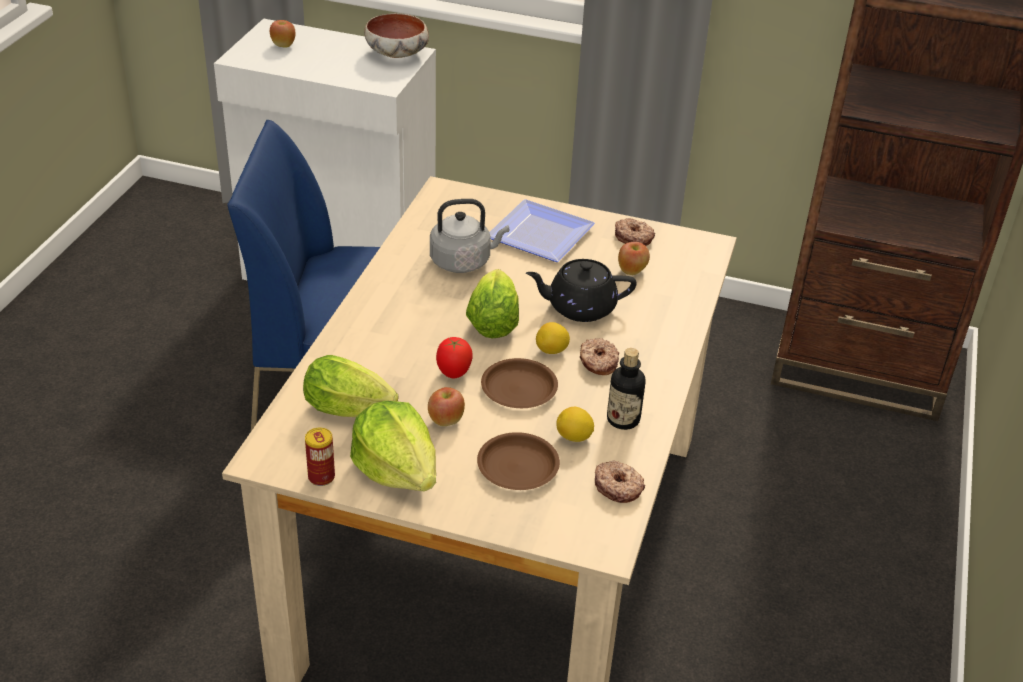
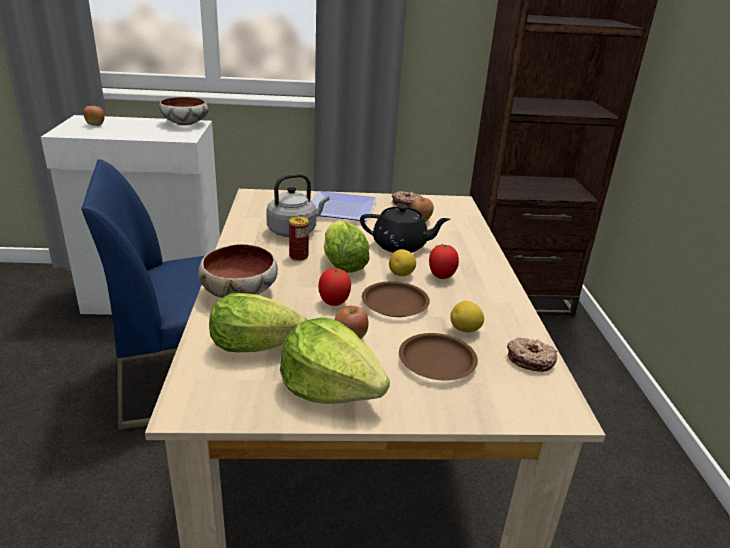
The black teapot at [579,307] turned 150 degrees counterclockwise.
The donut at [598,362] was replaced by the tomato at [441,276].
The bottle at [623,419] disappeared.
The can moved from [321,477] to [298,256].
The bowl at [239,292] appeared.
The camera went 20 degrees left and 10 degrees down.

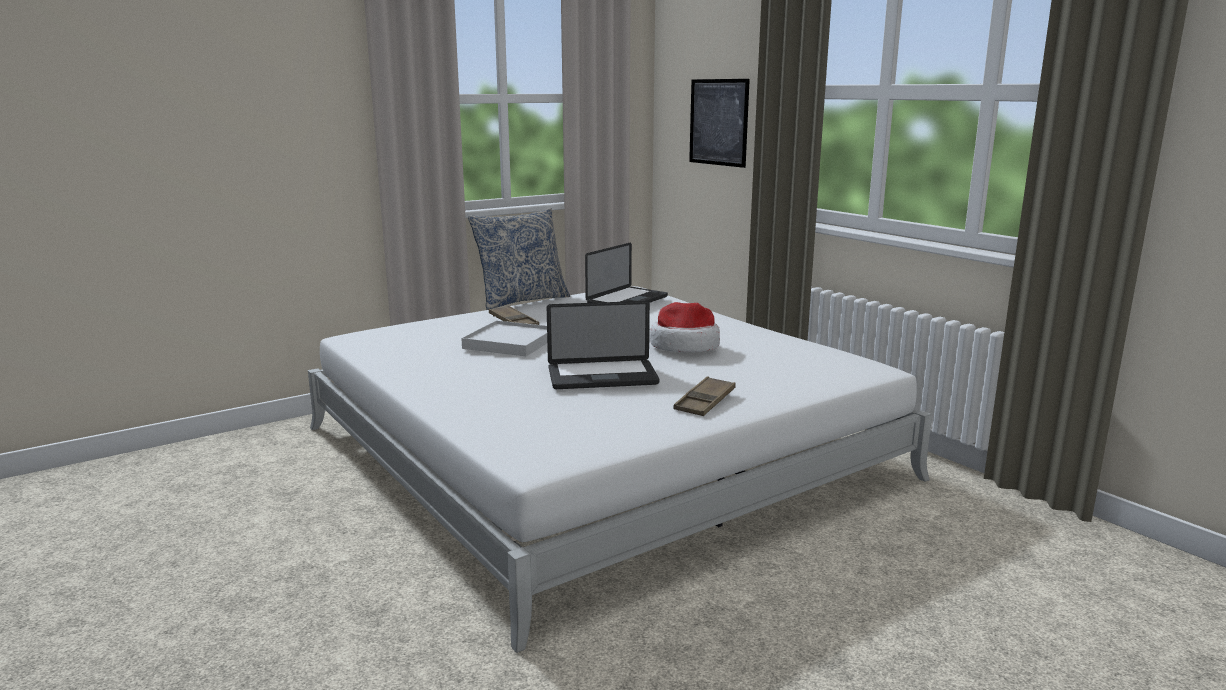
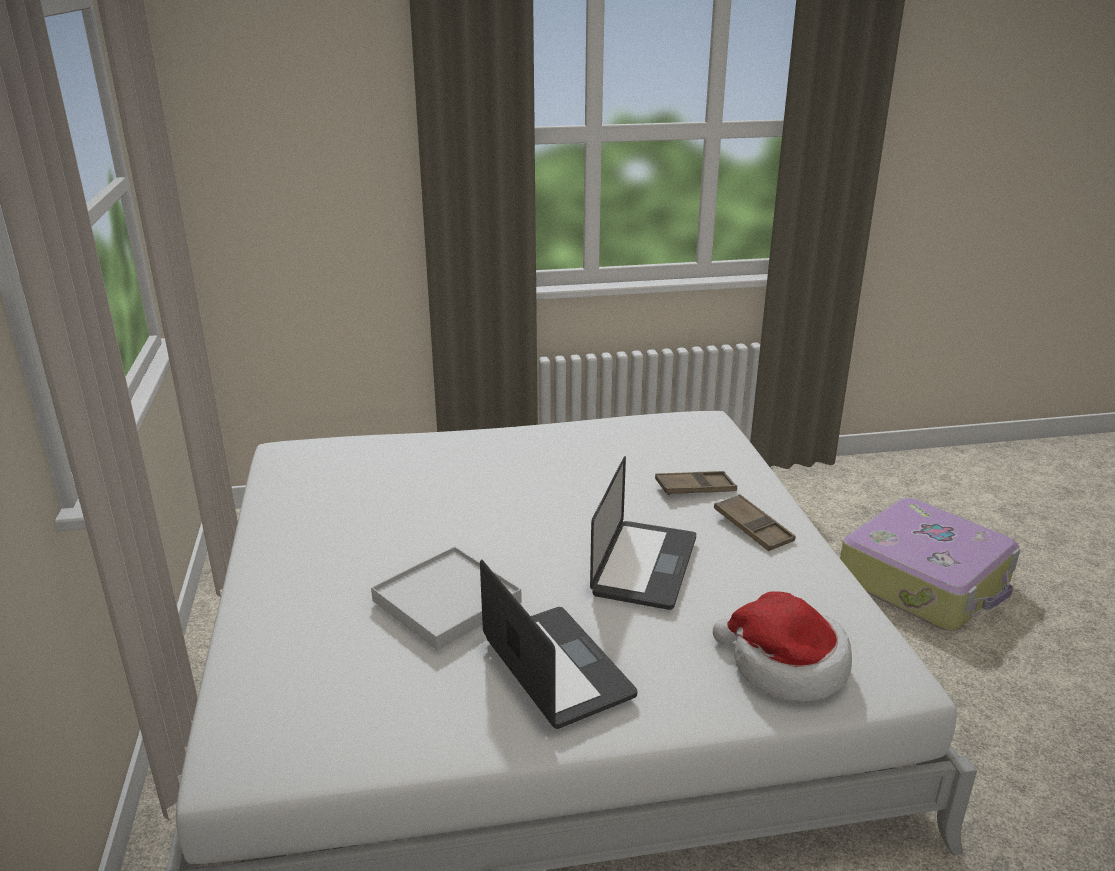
The picture at [718,122] disappeared.
The pillow at [521,300] disappeared.
The laptop moved from [627,300] to [557,668].
The hat moved from [684,346] to [785,666].
The brown tray moved from [513,322] to [695,488].
The suitcase at [925,581] appeared.
The camera went 65 degrees left and 10 degrees up.

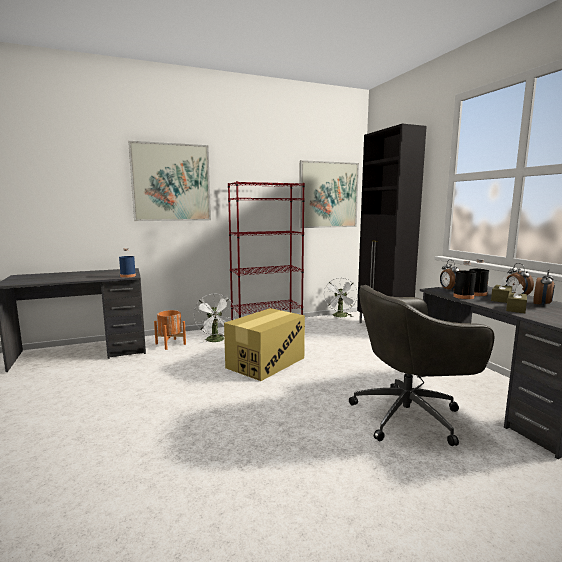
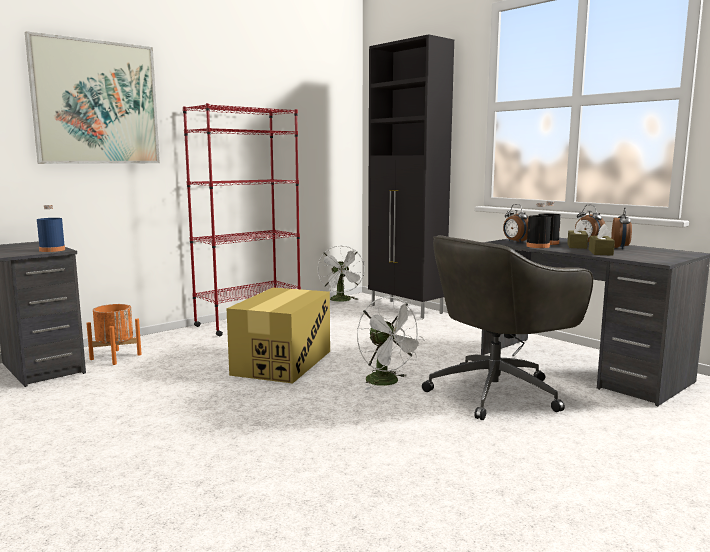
The picture at [328,195] disappeared.
The white fan moved from [216,341] to [388,382].
The camera went 20 degrees left and 0 degrees up.

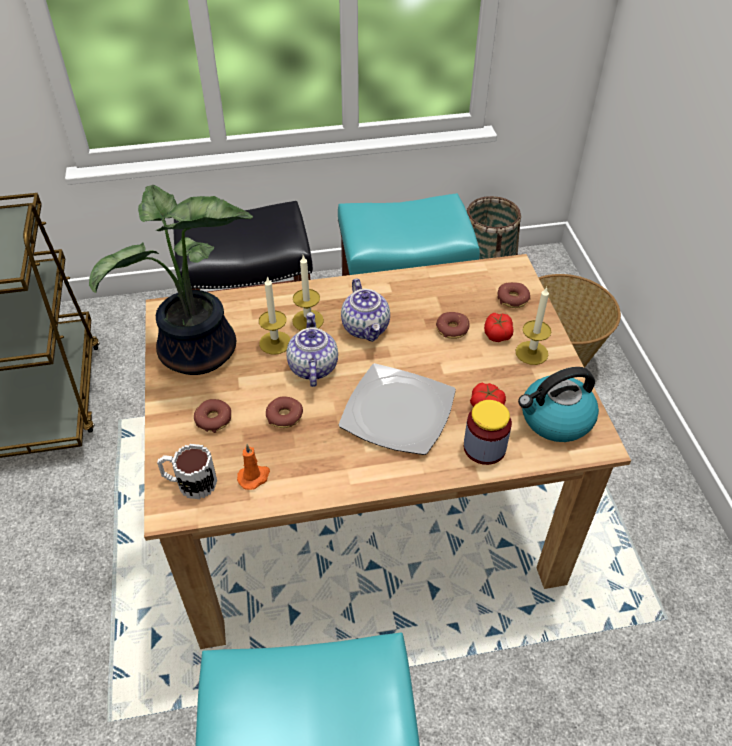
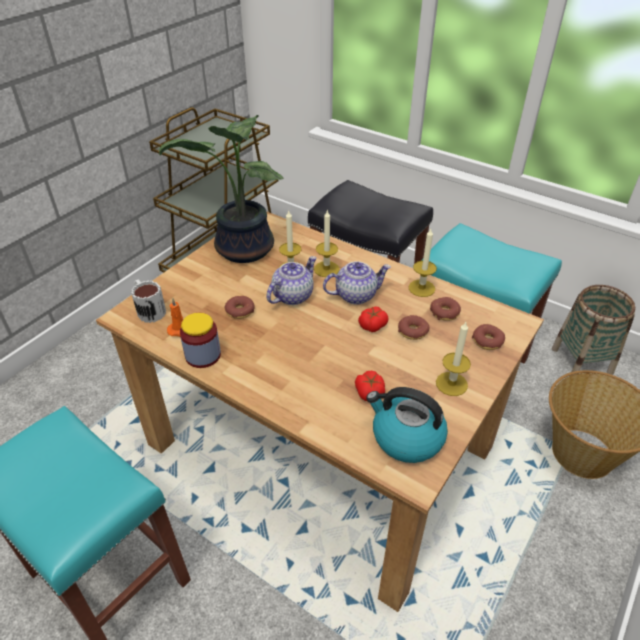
The teapot at [366,328] turned 135 degrees counterclockwise.
The tomato moved from [497,334] to [372,325].
The plate at [398,413] disappeared.
The donut moved from [213,419] to [444,312].
The jar moved from [484,448] to [203,355].
The candle at [421,288] appeared.
The camera went 45 degrees right and 5 degrees down.

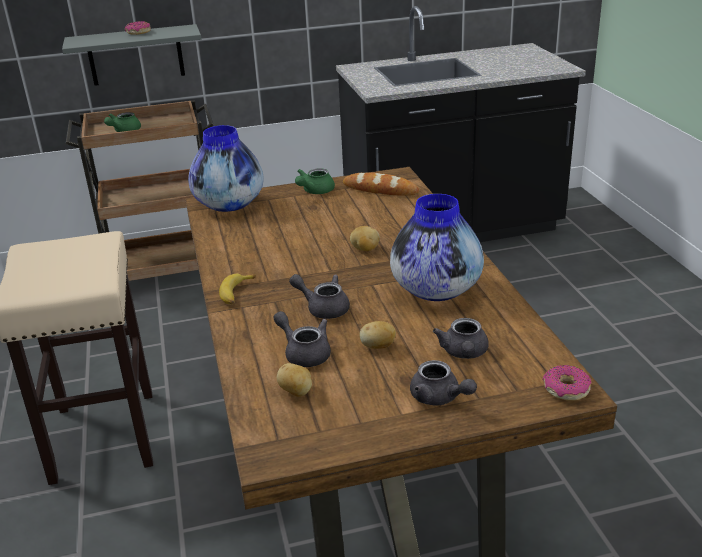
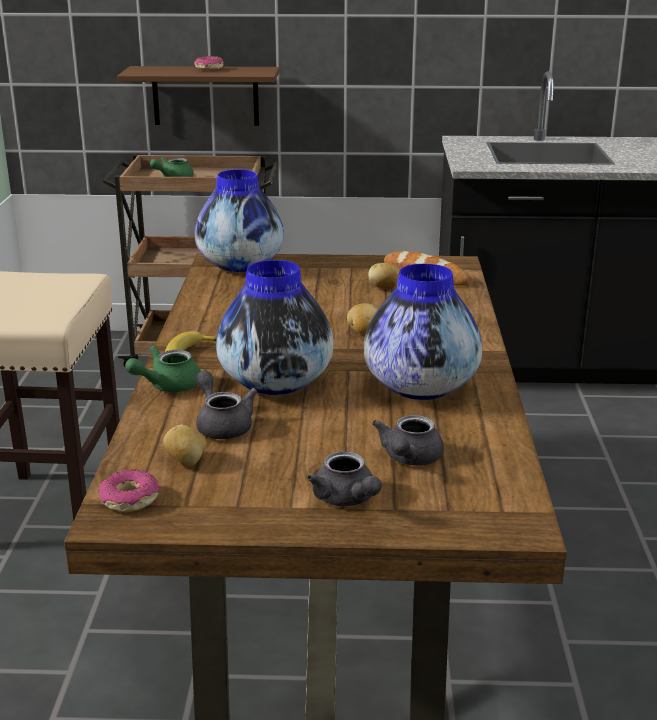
The grey shelf at [135,55] became the brown shelf at [205,96].
The green teapot moved from [314,191] to [167,386].
The grey teapot at [323,308] was replaced by the vase at [275,384].
The potato moved from [378,346] to [384,288].
The donut moved from [566,389] to [129,499].
The camera went 15 degrees right and 5 degrees down.

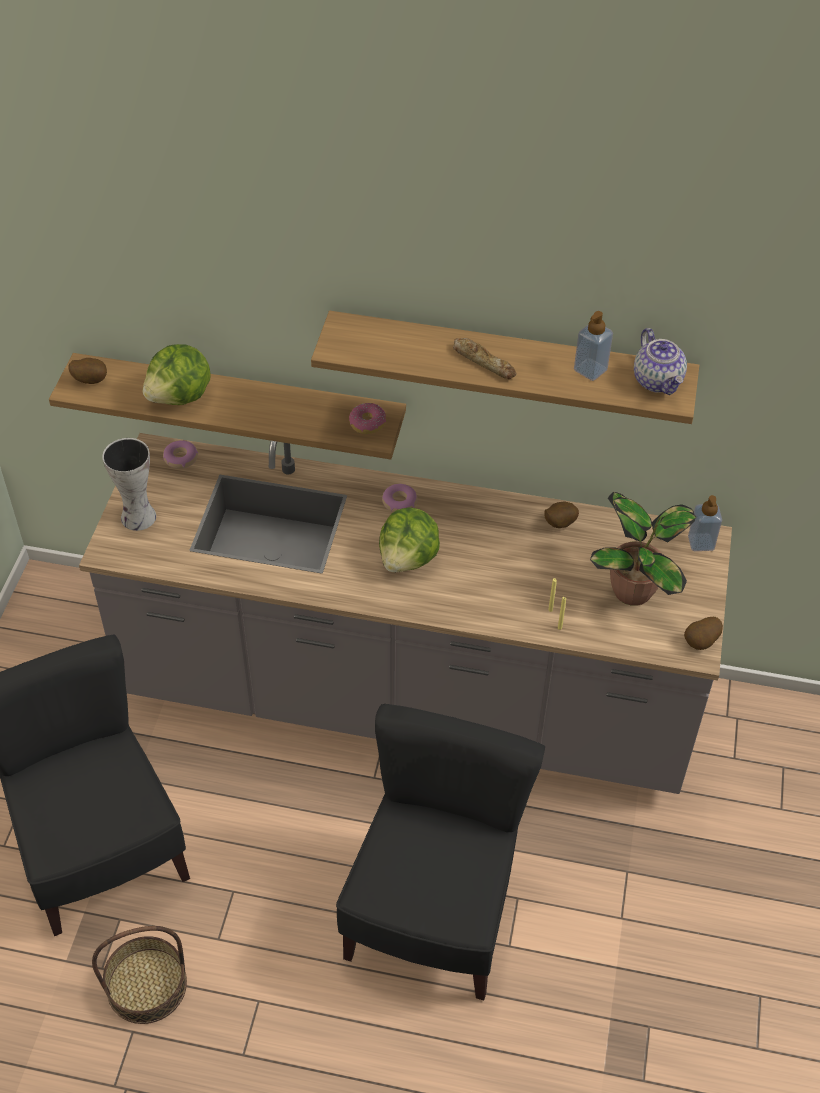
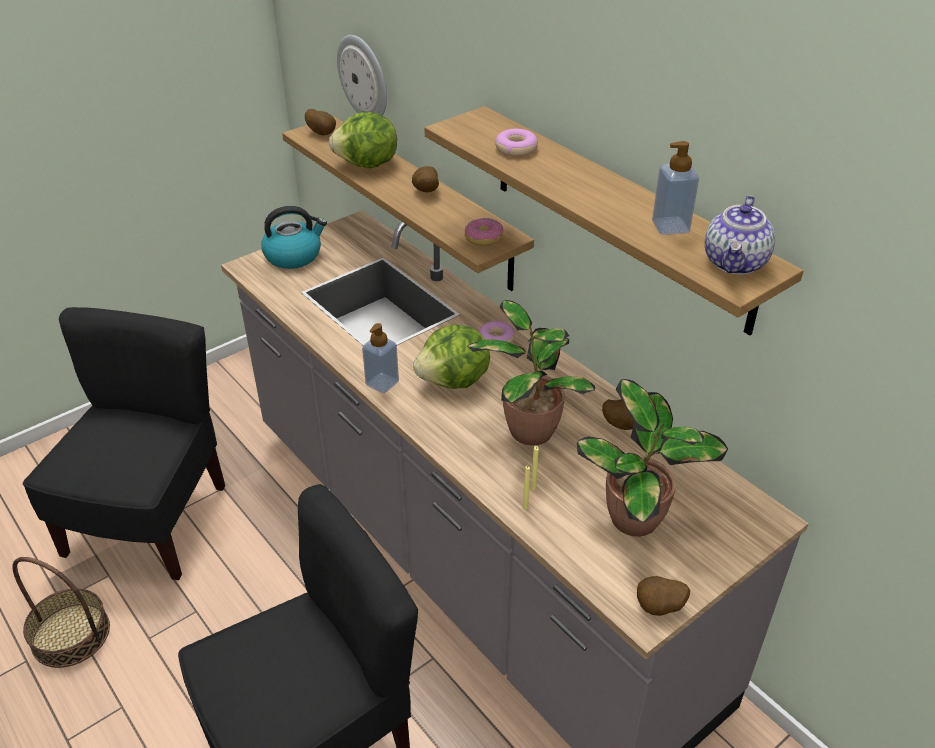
The bread at [484,362] disappeared.
The vase at [136,517] was replaced by the kettle at [294,255].
The donut moved from [180,458] to [516,149].
The soap dispenser moved from [701,542] to [382,383].
The wall clock at [364,78] appeared.
The potato at [425,192] appeared.
The potted plant at [528,429] appeared.
The camera went 40 degrees right and 10 degrees down.

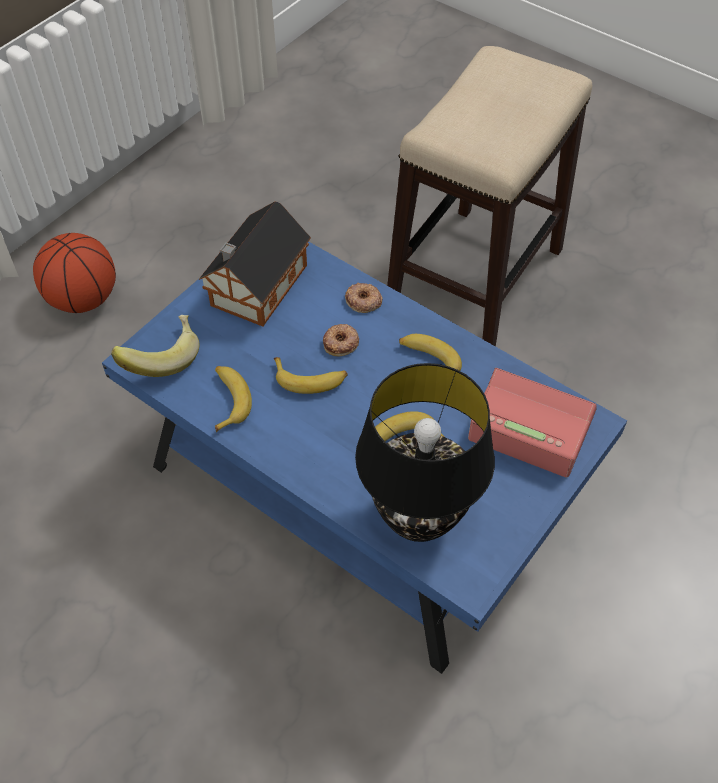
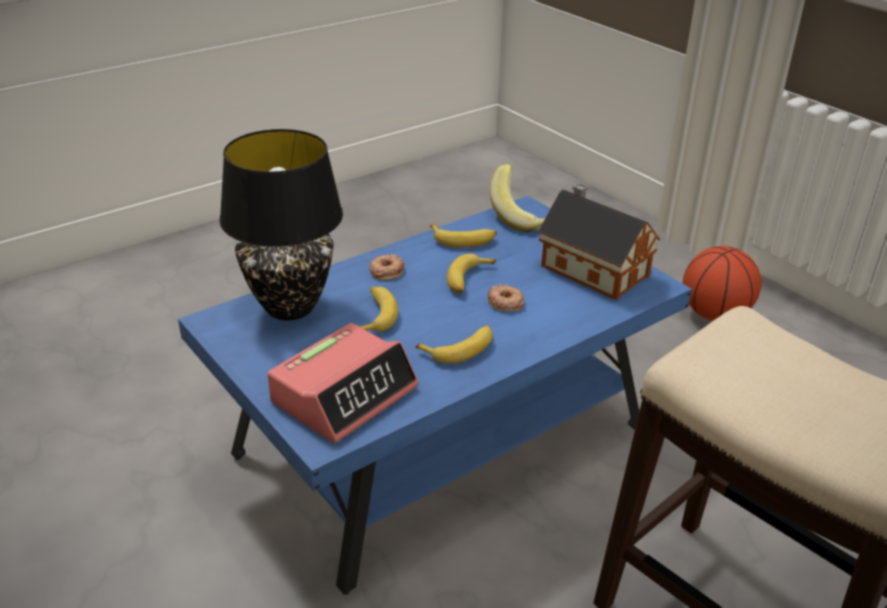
The donut moved from [363,301] to [386,271].
The camera went 105 degrees right and 20 degrees down.

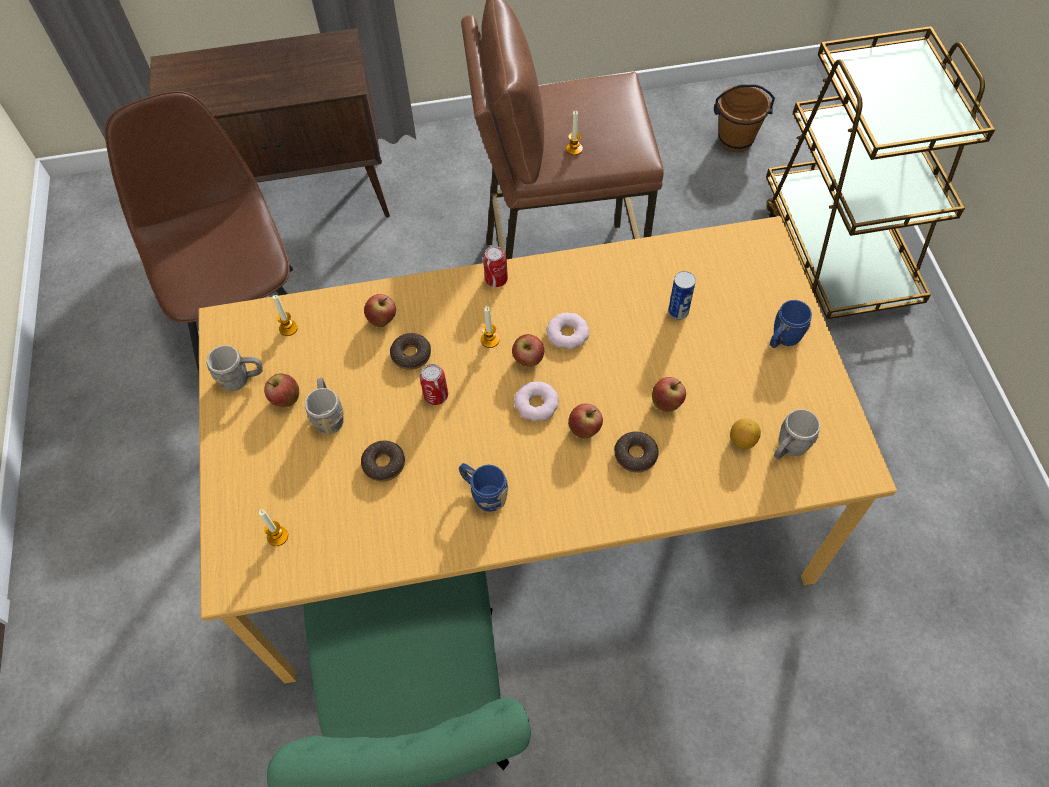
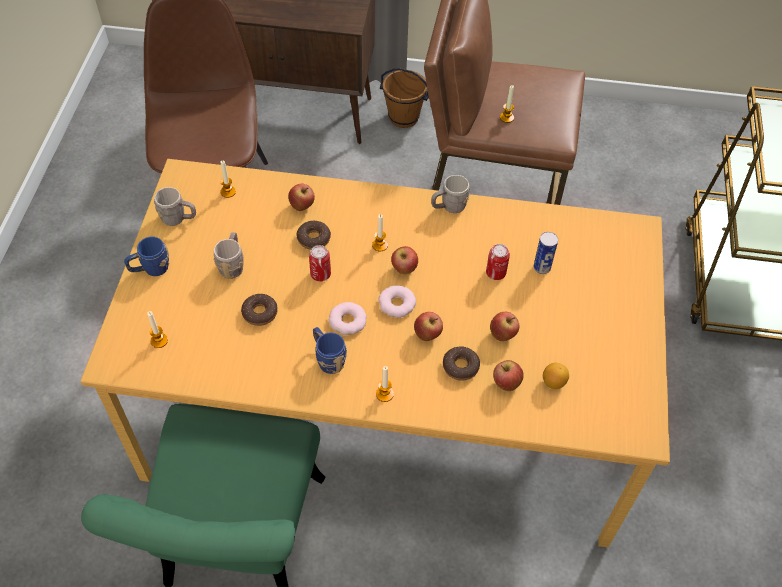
The brown bucket moved from [735,140] to [404,117].
The can moved from [496,279] to [495,273].
The blue mug moved from [782,339] to [150,269].
The donut moved from [567,334] to [348,321].
The apple moved from [286,399] to [506,383].
The grey mug moved from [788,448] to [449,207].
The candle at [384,394] appeared.
The camera went 15 degrees right and 5 degrees down.

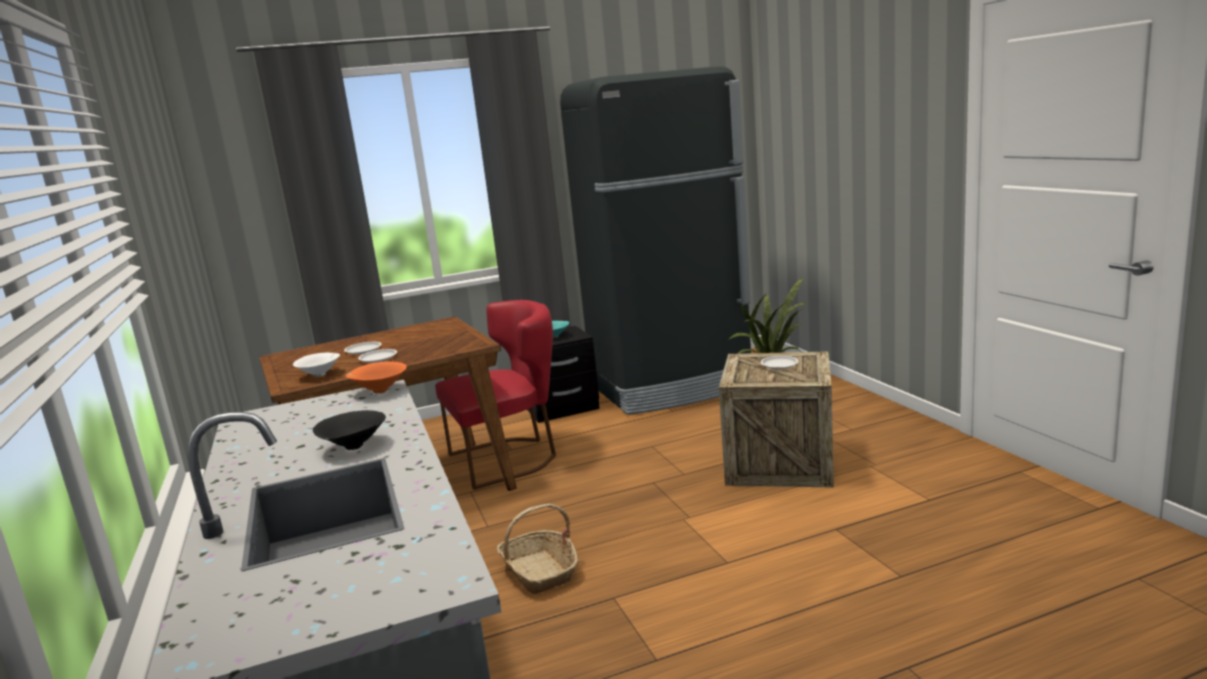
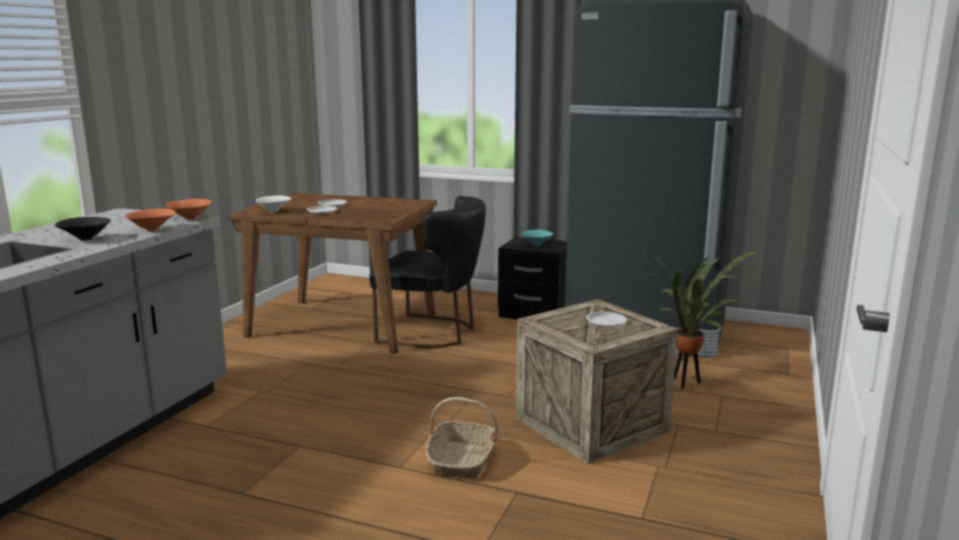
The red chair at [510,458] became the black chair at [433,332].
The basket moved from [539,572] to [462,461].
The orange bowl at [153,230] appeared.
The camera went 40 degrees right and 0 degrees up.

